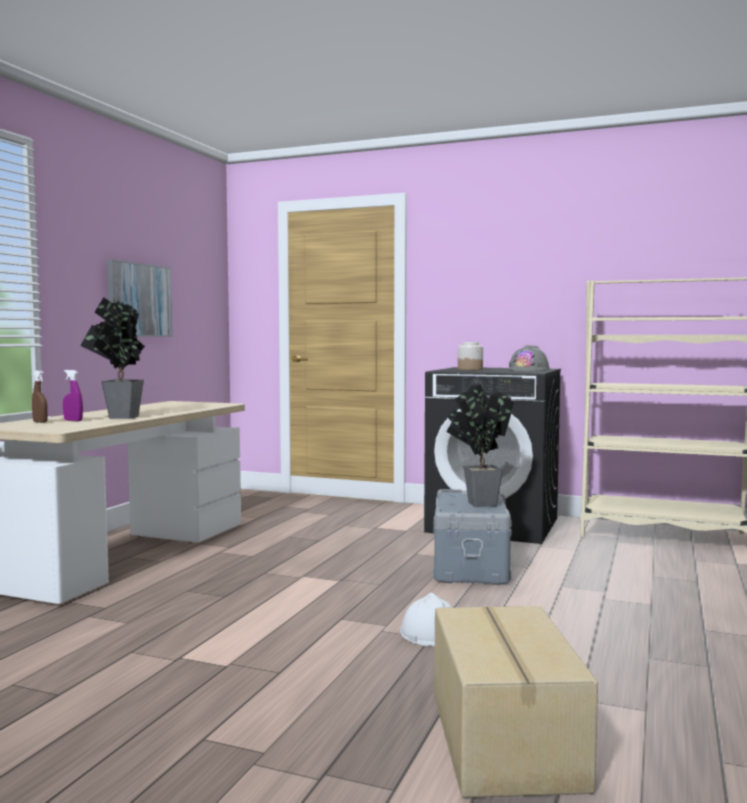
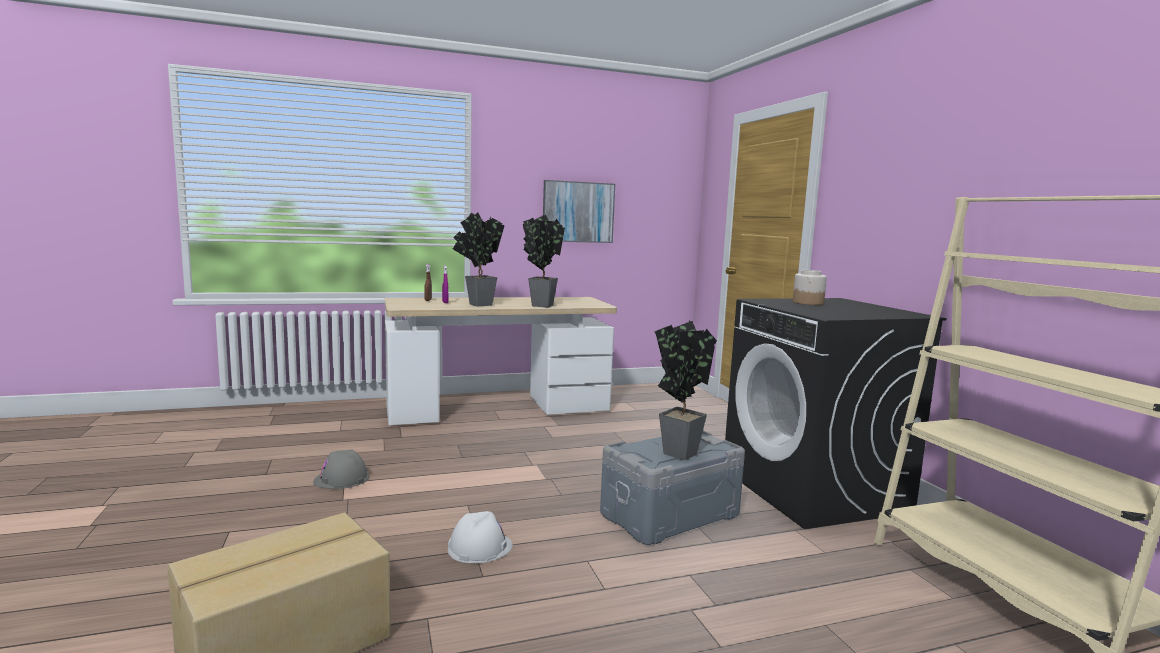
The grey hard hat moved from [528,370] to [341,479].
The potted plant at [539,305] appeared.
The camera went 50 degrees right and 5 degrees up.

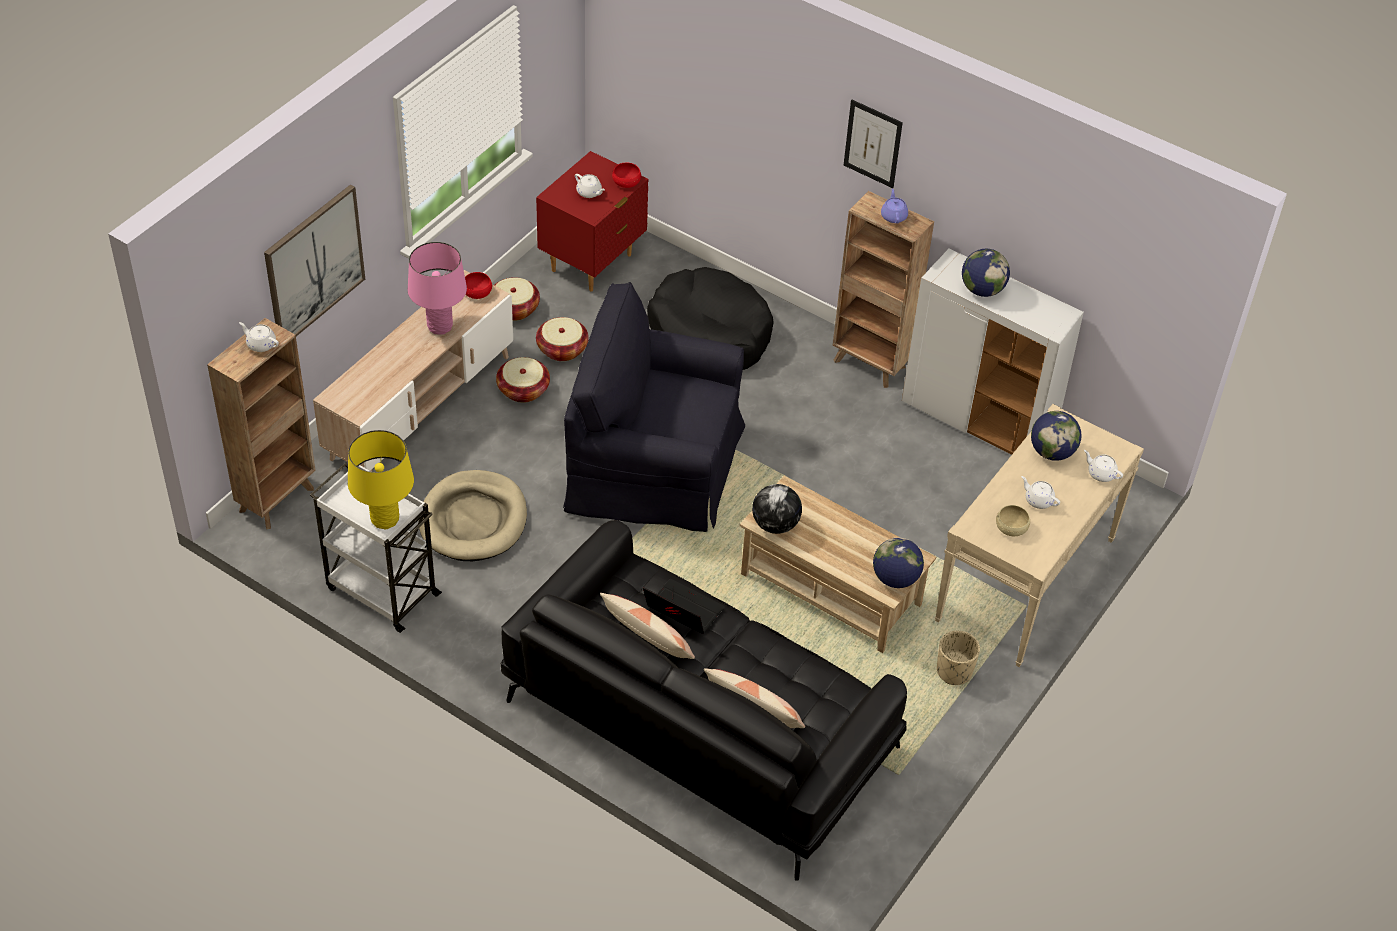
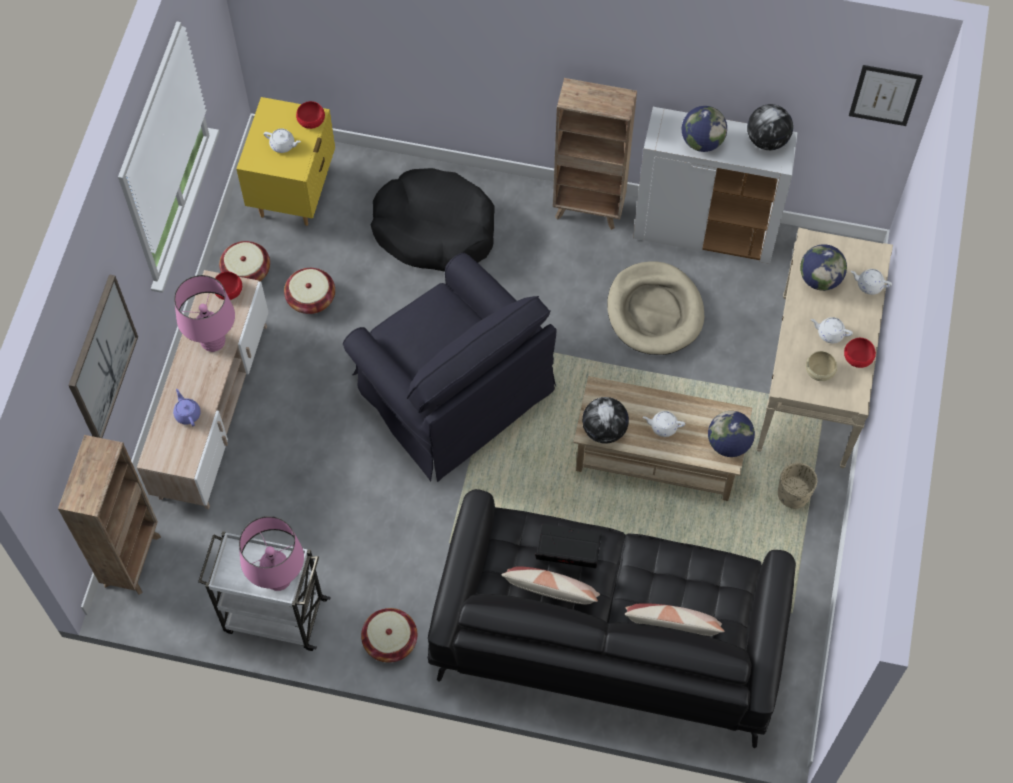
The picture moved from [873,143] to [885,95].
The red nightstand at [592,263] became the yellow nightstand at [294,194].
The purple teapot moved from [893,216] to [187,413].
The black armchair at [654,465] turned 120 degrees counterclockwise.
The white teapot moved from [260,344] to [663,426].
The basket moved from [523,390] to [390,640].
The yellow table lamp at [385,519] became the pink table lamp at [278,579].
The beige dog bed moved from [473,520] to [654,311].
The globe at [766,140] appeared.
The red bowl at [858,357] appeared.
The camera went 20 degrees left and 15 degrees up.

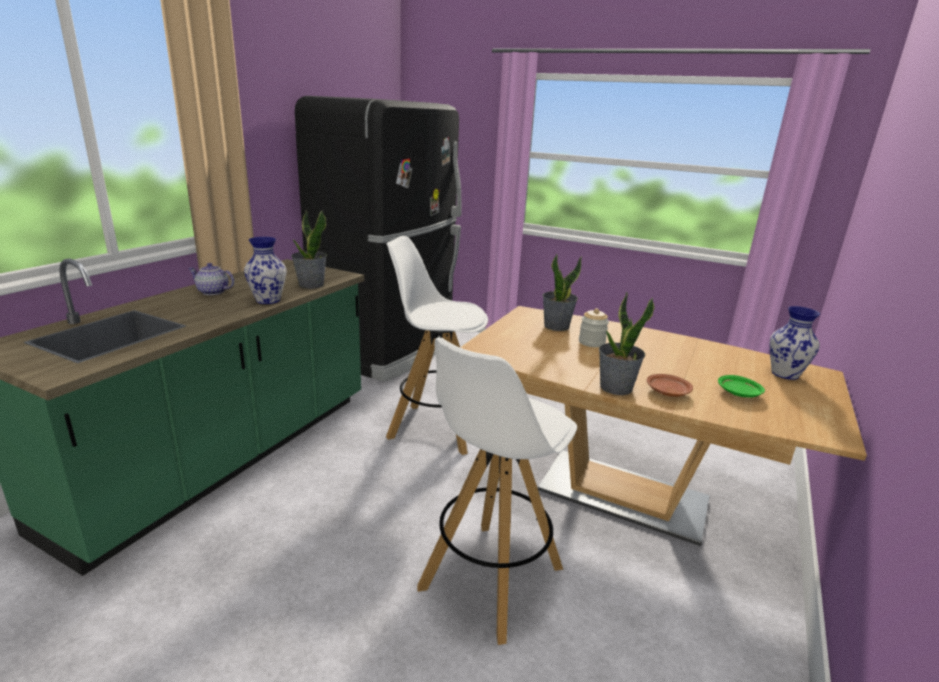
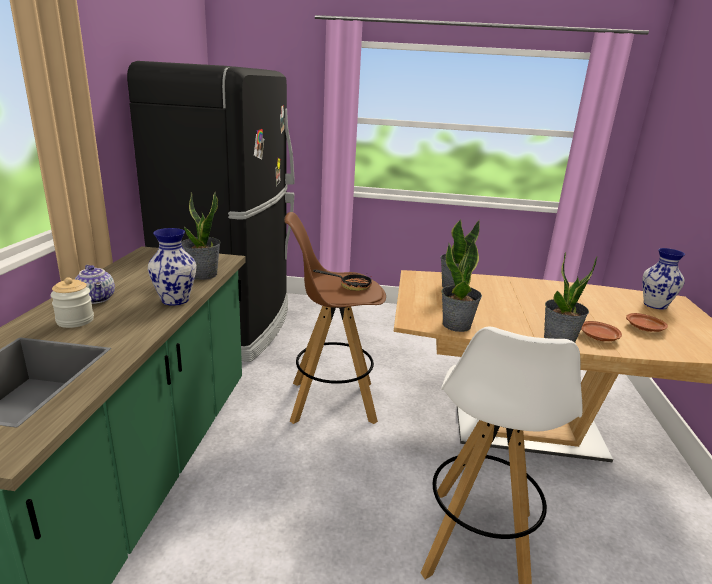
The white stool at [435,428] became the brown stool at [331,401].
The teapot at [212,292] turned 120 degrees counterclockwise.
The jar moved from [591,342] to [75,320].
The green plate at [738,393] became the brown plate at [645,328].
The potted plant at [457,325] appeared.
The frying pan at [350,285] appeared.
The camera went 20 degrees left and 0 degrees up.

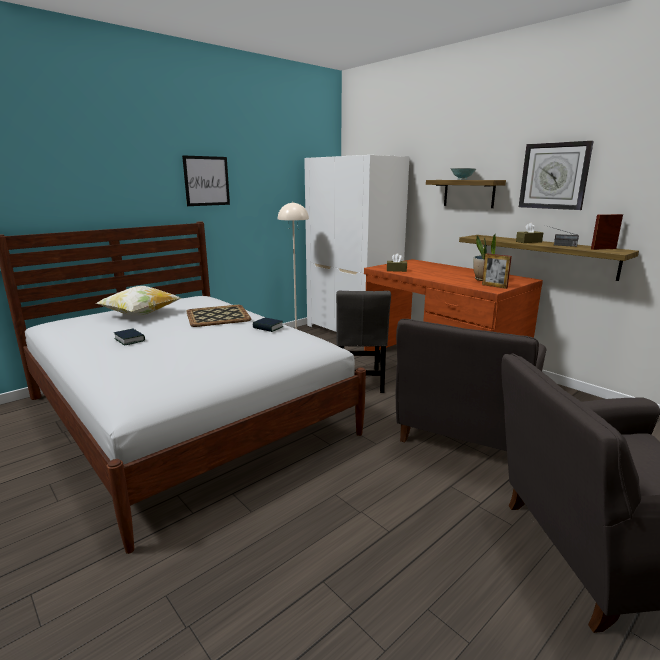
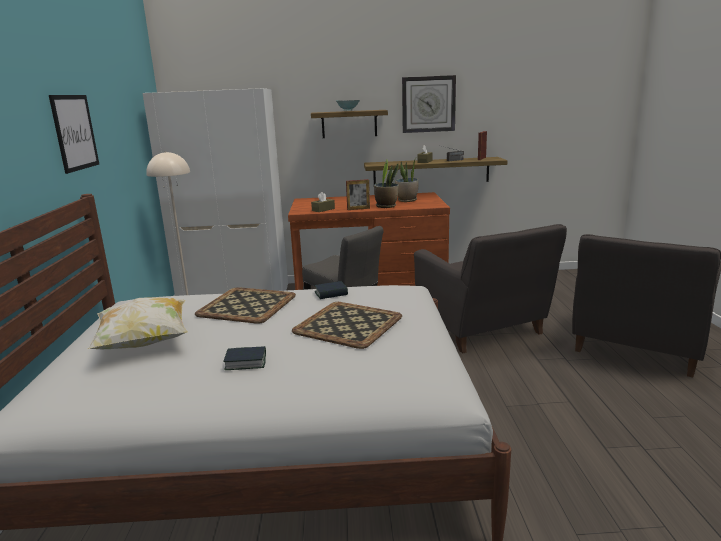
The picture frame moved from [494,286] to [358,209].
The potted plant at [386,206] appeared.
The tray at [348,325] appeared.
The camera went 50 degrees left and 0 degrees up.

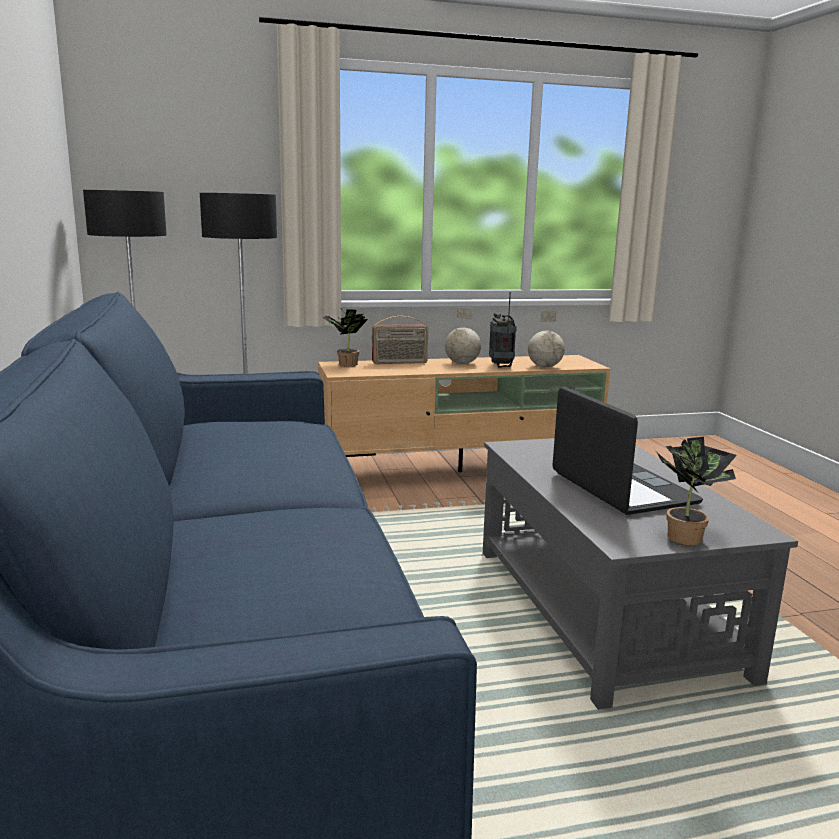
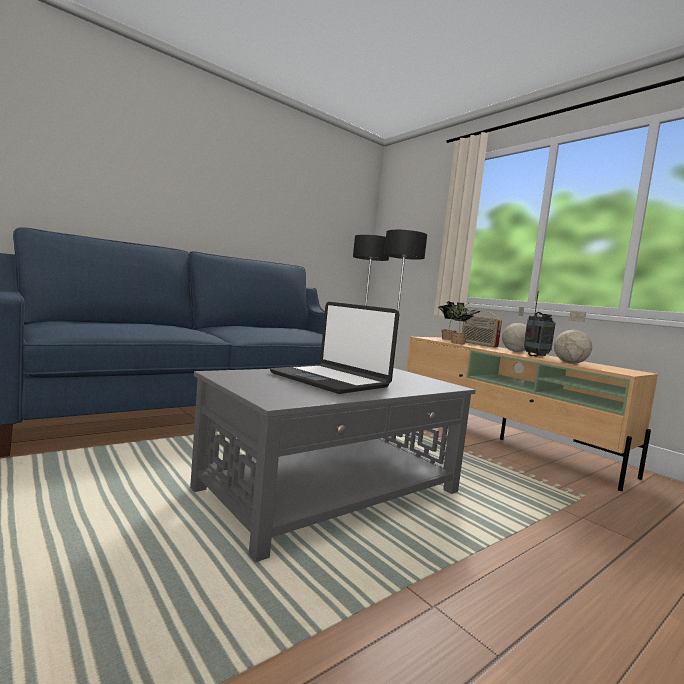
The laptop at [621,489] turned 90 degrees clockwise.
The potted plant moved from [686,536] to [460,343].
The camera went 65 degrees right and 10 degrees down.

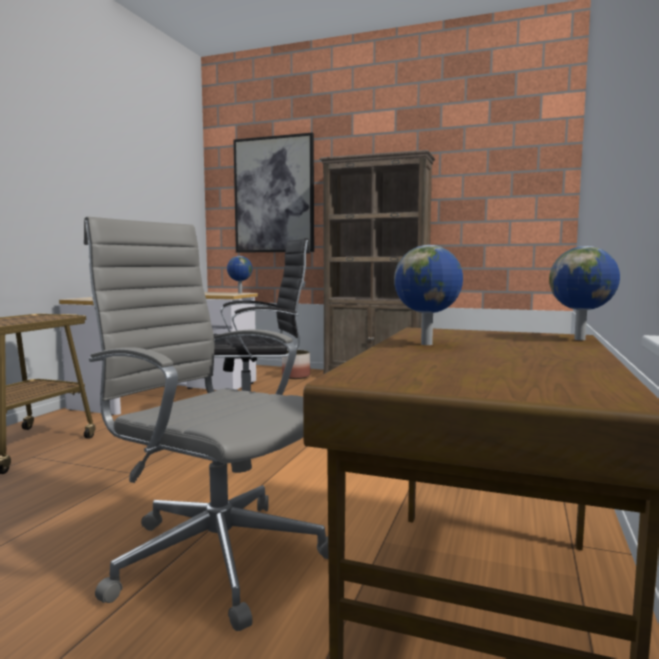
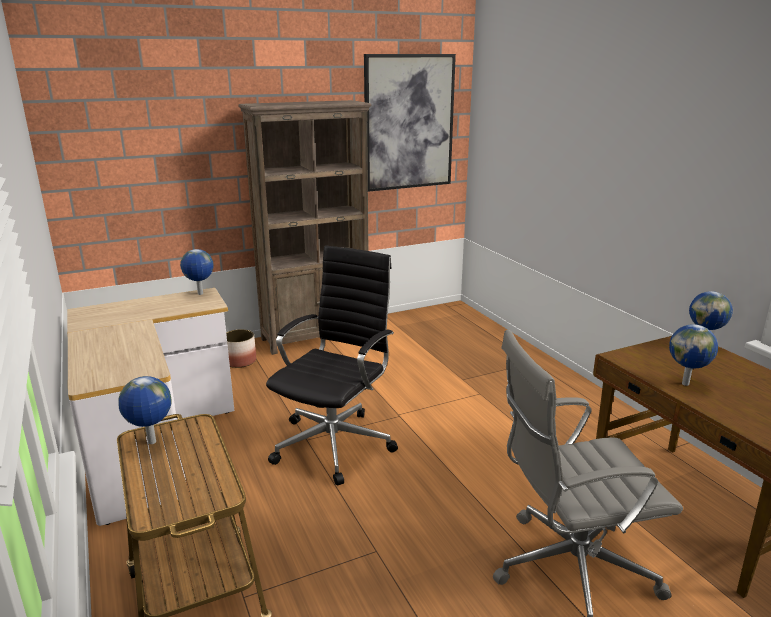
The picture moved from [274,195] to [408,122].
The globe at [151,442] appeared.
The camera went 45 degrees left and 15 degrees up.

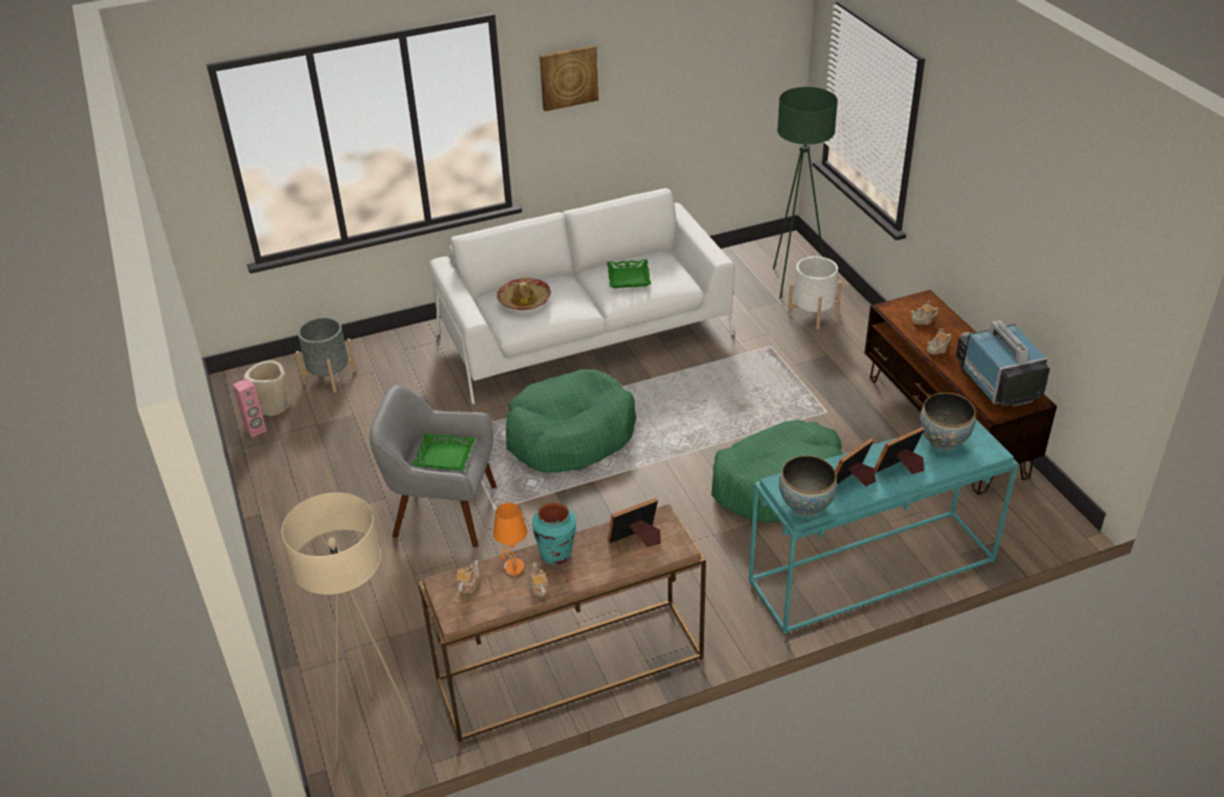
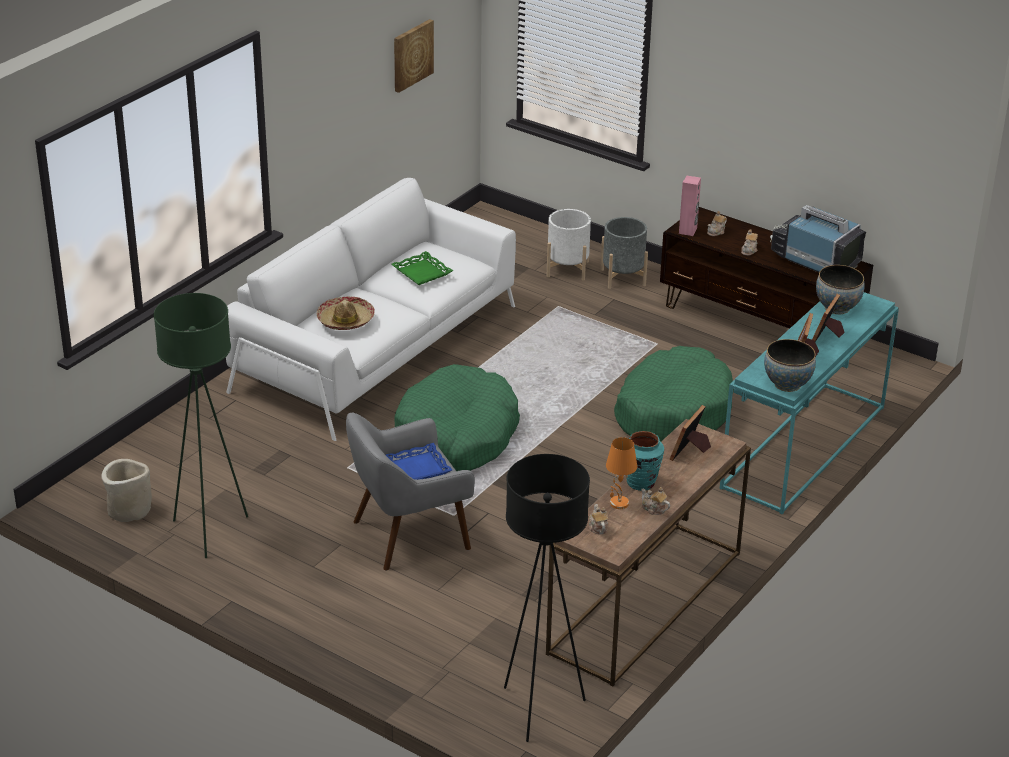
The picture moved from [568,77] to [412,55].
The green floor lamp moved from [794,283] to [210,531].
The grey planter moved from [329,377] to [623,277].
The pink speaker moved from [256,430] to [688,231].
The green tray at [445,456] became the blue tray at [417,468].
The beige floor lamp at [378,733] became the black floor lamp at [540,709].
The camera went 35 degrees left and 5 degrees down.

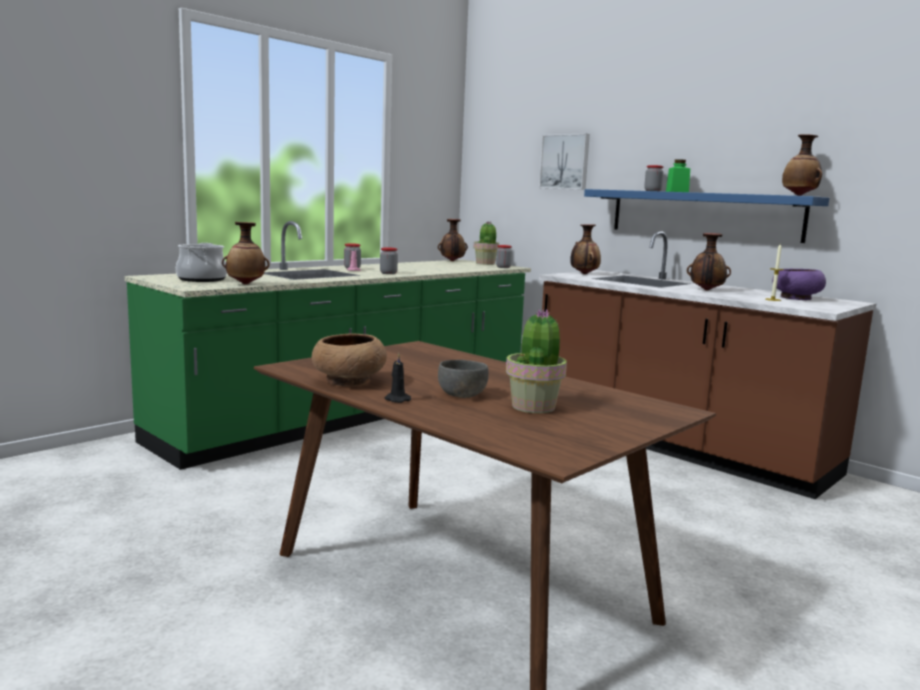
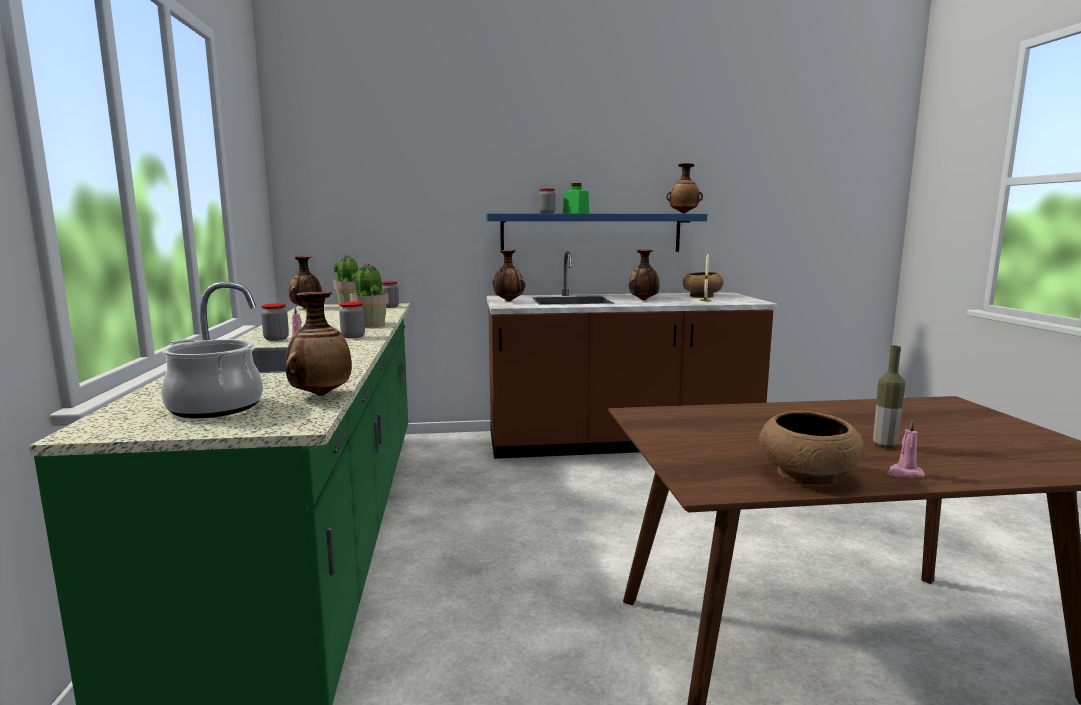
The picture at [565,162] disappeared.
The purple bowl at [795,298] became the brown bowl at [702,296].
The potted plant moved from [534,406] to [371,324].
The black candle at [396,399] became the pink candle at [904,473].
The grey bowl at [461,394] was replaced by the bottle at [884,446].
The camera went 50 degrees left and 0 degrees up.

